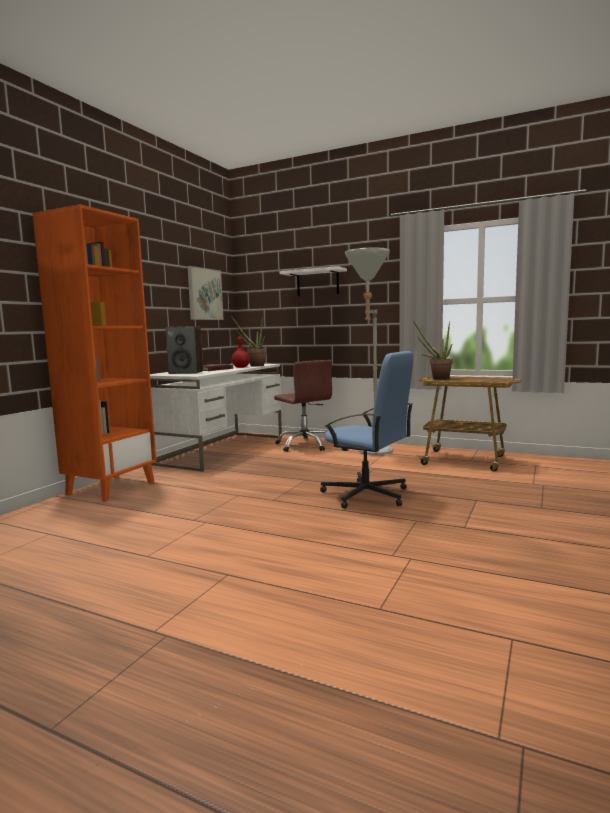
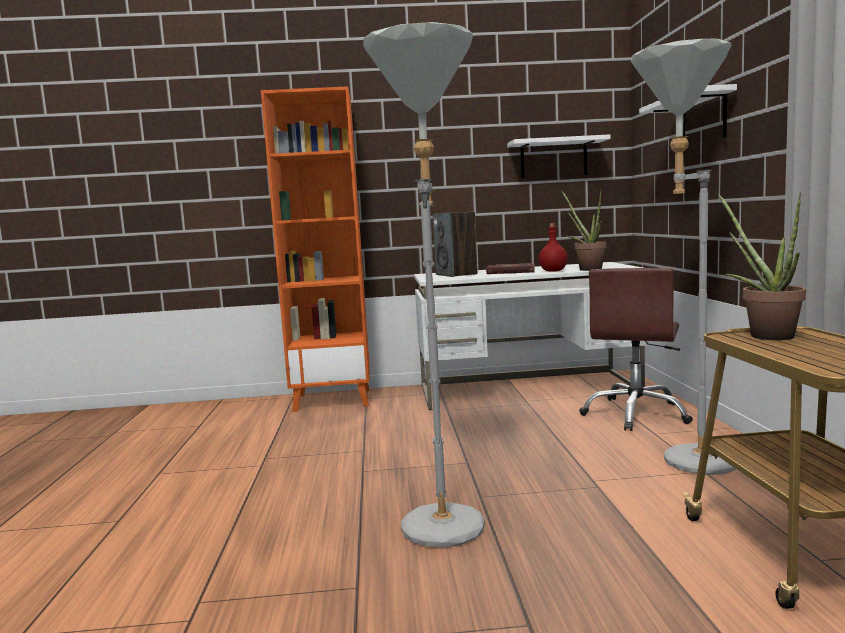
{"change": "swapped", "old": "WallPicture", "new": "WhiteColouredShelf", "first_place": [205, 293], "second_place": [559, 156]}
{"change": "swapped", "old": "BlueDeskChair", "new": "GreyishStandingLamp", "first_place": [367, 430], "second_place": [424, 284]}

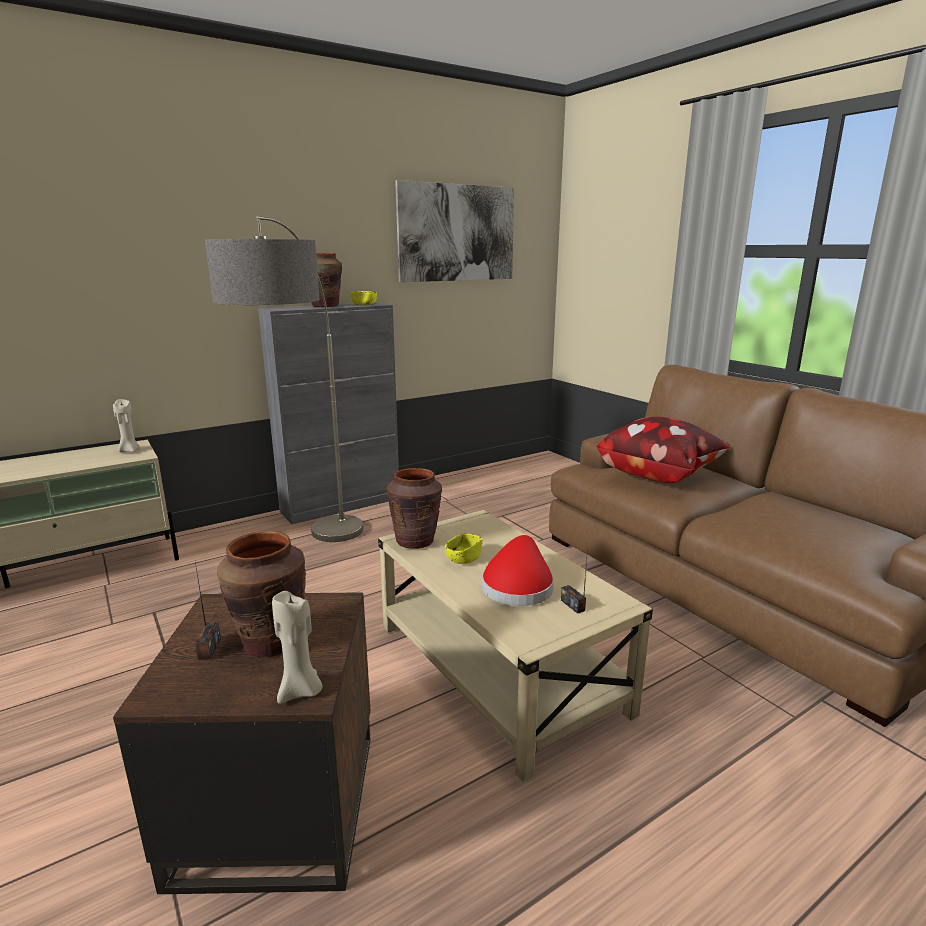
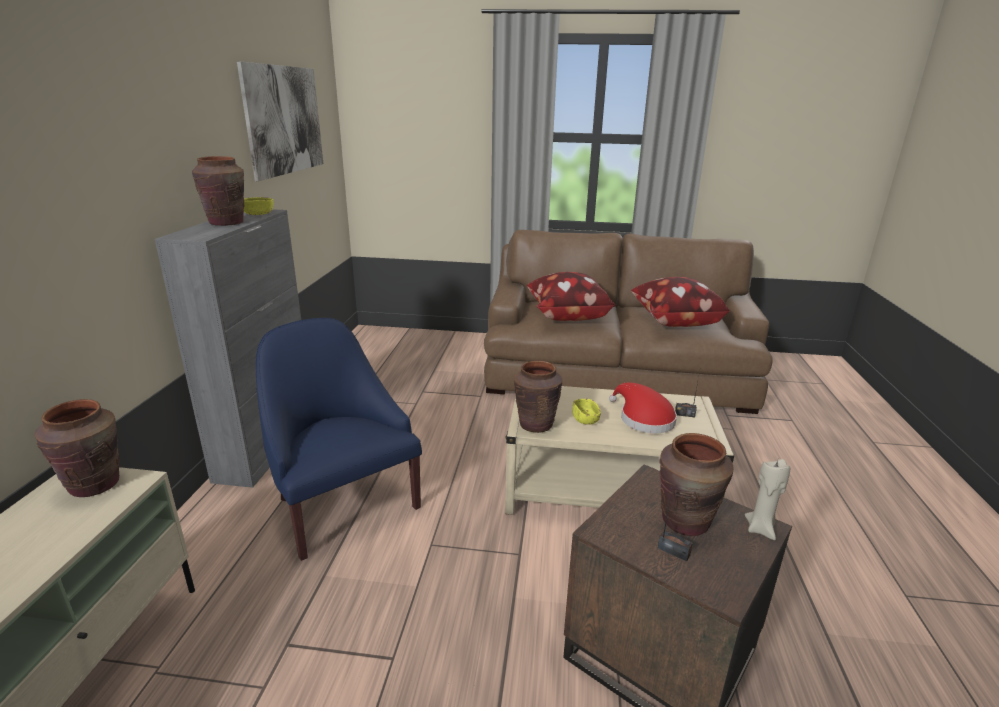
{"change": "swapped", "old": "SandColouredCandle", "new": "BrownishFlowerVase", "first_place": [126, 425], "second_place": [77, 448]}
{"change": "swapped", "old": "StandingLamp", "new": "BlueArmchair", "first_place": [284, 379], "second_place": [338, 439]}
{"change": "new", "new": "Pillow", "second_place": [680, 302]}

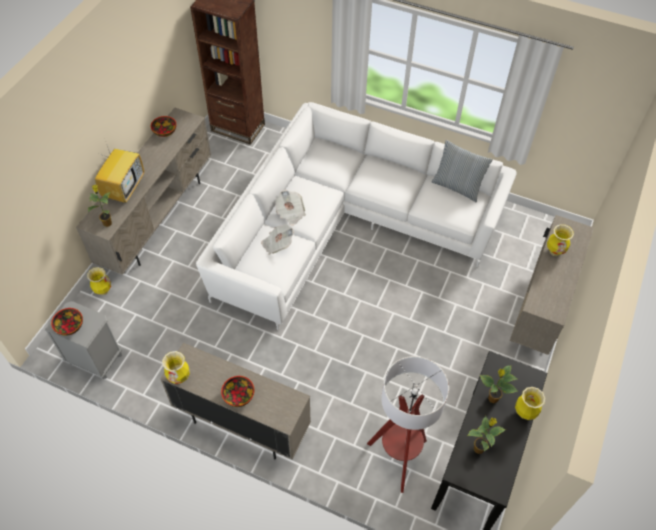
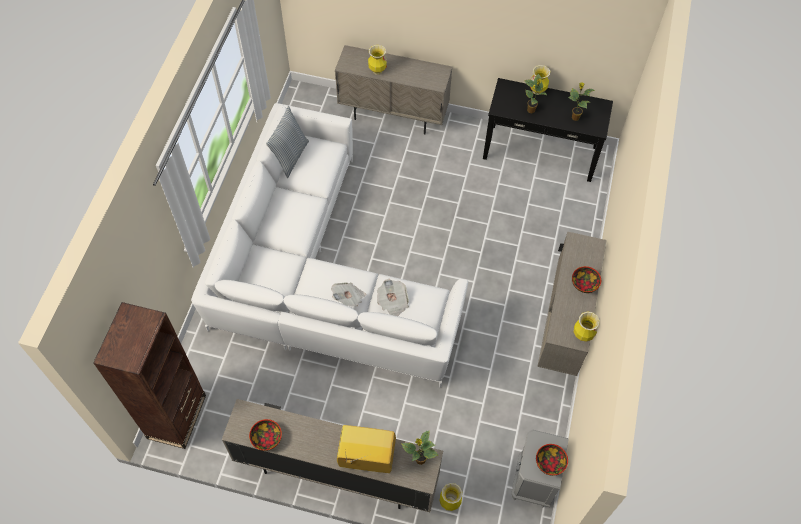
{"change": "gone", "old": "StandingLamp", "first_place": [408, 424]}

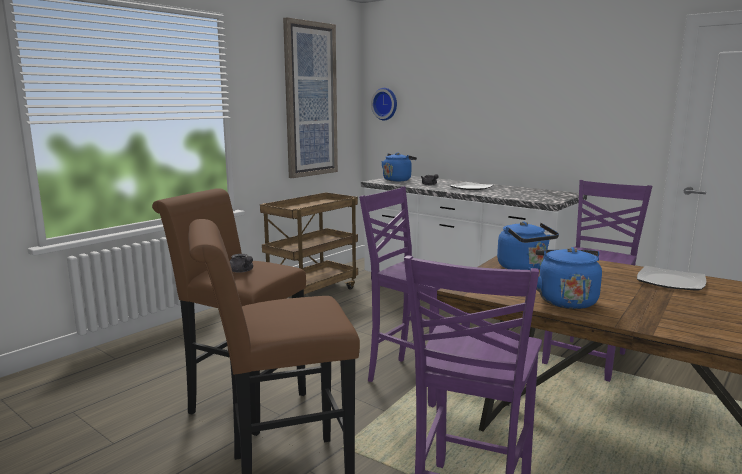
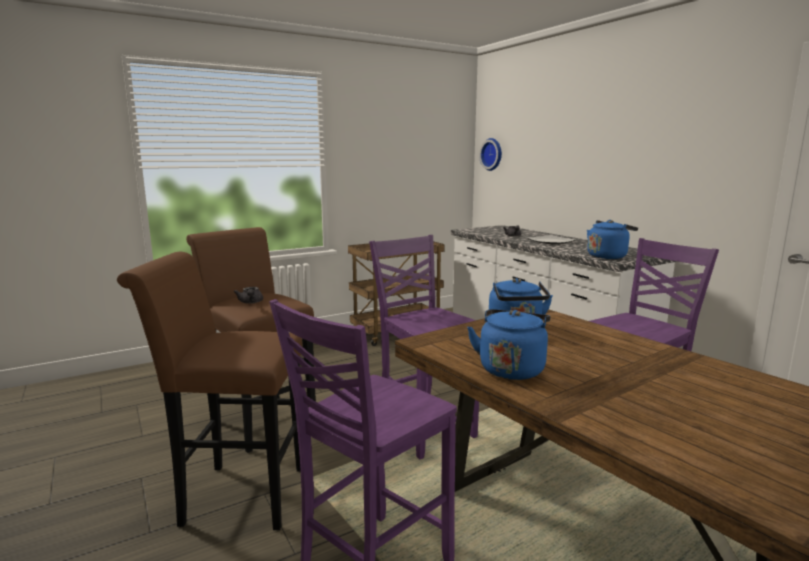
{"change": "gone", "old": "WallPicture", "first_place": [310, 97]}
{"change": "shifted", "old": "BlueTeaKettle", "first_place": [399, 167], "second_place": [612, 239]}
{"change": "gone", "old": "DinnerPlate", "first_place": [671, 278]}

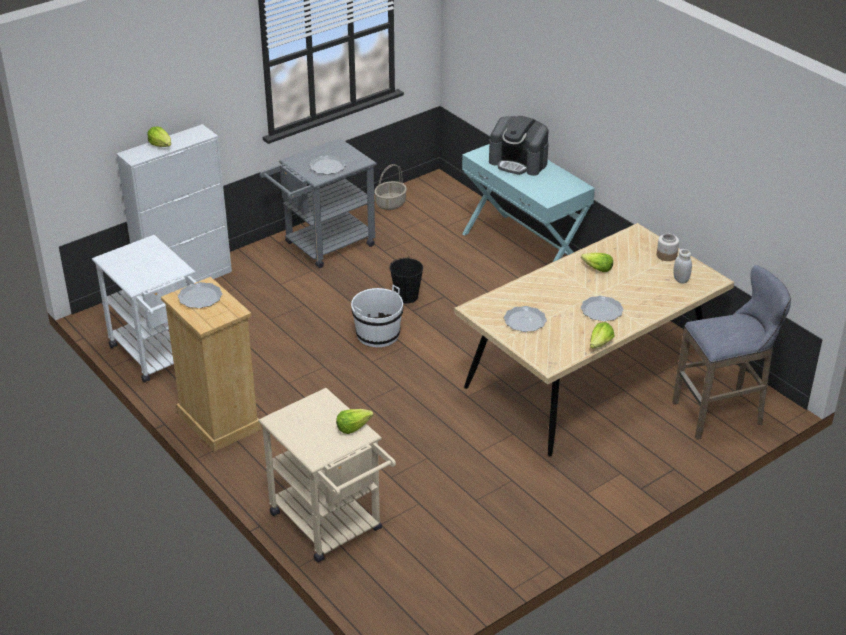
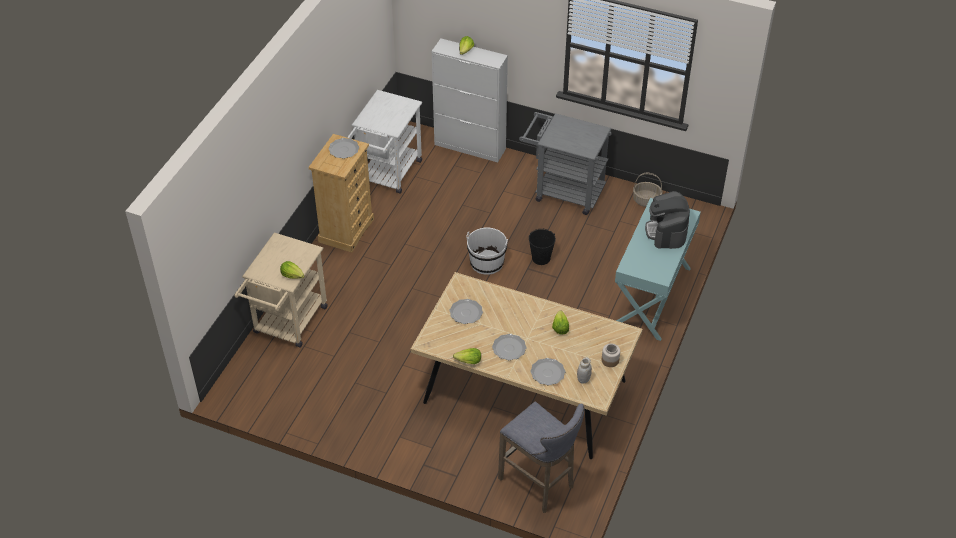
{"change": "shifted", "old": "DinnerPlate", "first_place": [327, 164], "second_place": [547, 371]}

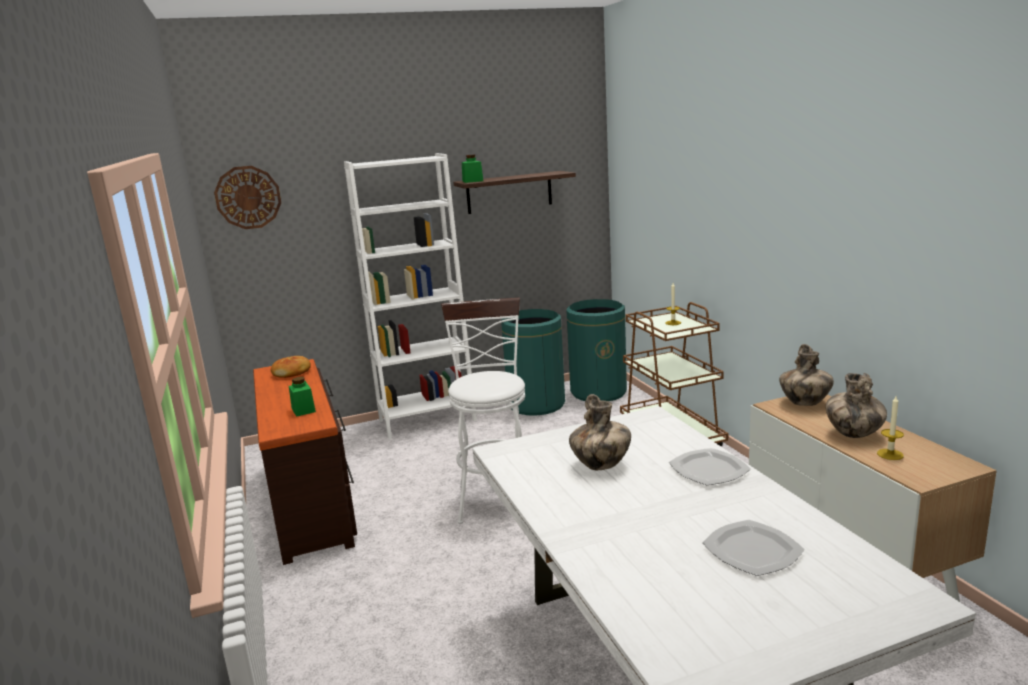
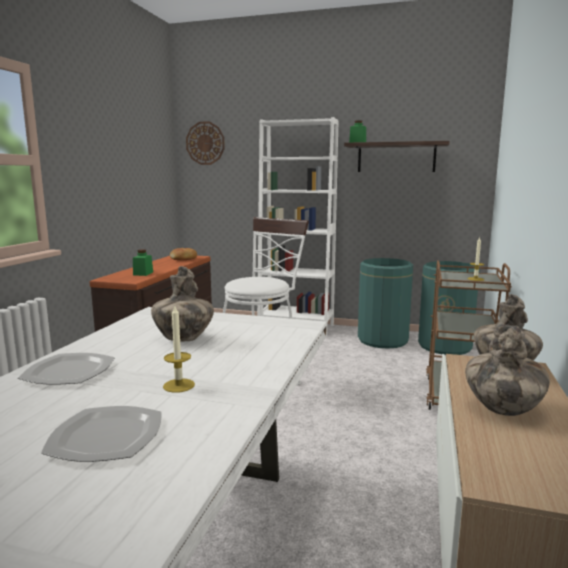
{"change": "shifted", "old": "DinnerPlate", "first_place": [710, 466], "second_place": [66, 369]}
{"change": "shifted", "old": "Candle", "first_place": [890, 428], "second_place": [179, 349]}

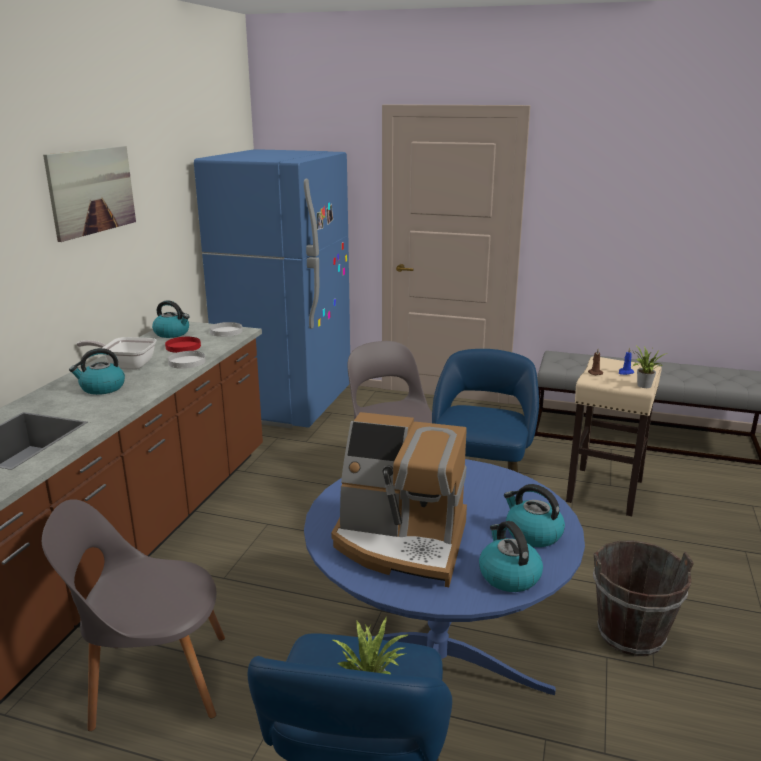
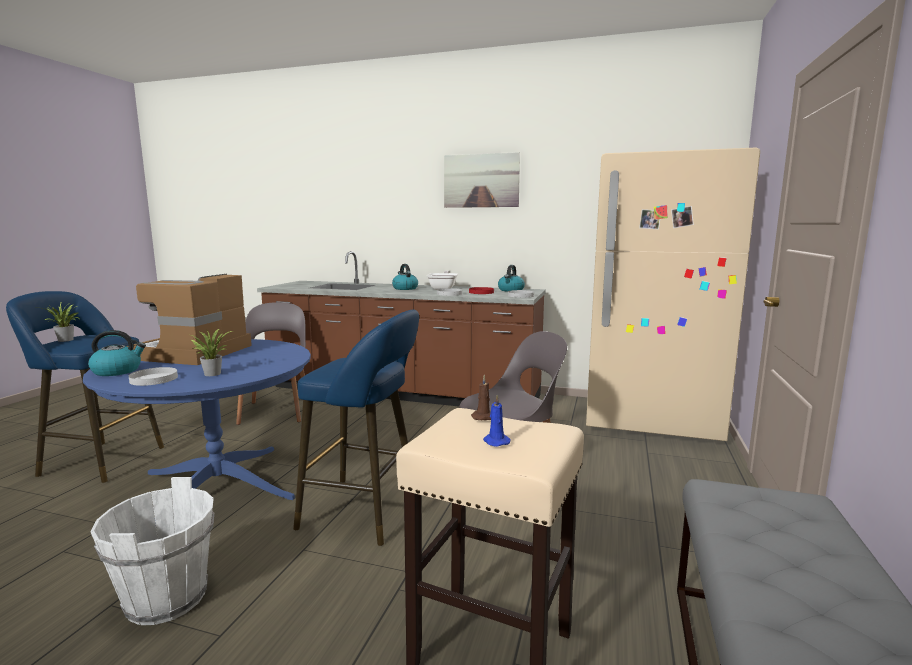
{"change": "repainted", "old": "BlueKitchenFridge", "new": "SandColouredKitchenFridge", "first_place": [272, 288], "second_place": [673, 294]}
{"change": "swapped", "old": "TeaKettle", "new": "WhiteColouredDinnerPlate", "first_place": [534, 515], "second_place": [153, 376]}
{"change": "repainted", "old": "BrownishBucket", "new": "WhiteColouredBucket", "first_place": [643, 598], "second_place": [152, 551]}
{"change": "shifted", "old": "PottedPlant", "first_place": [648, 366], "second_place": [212, 352]}

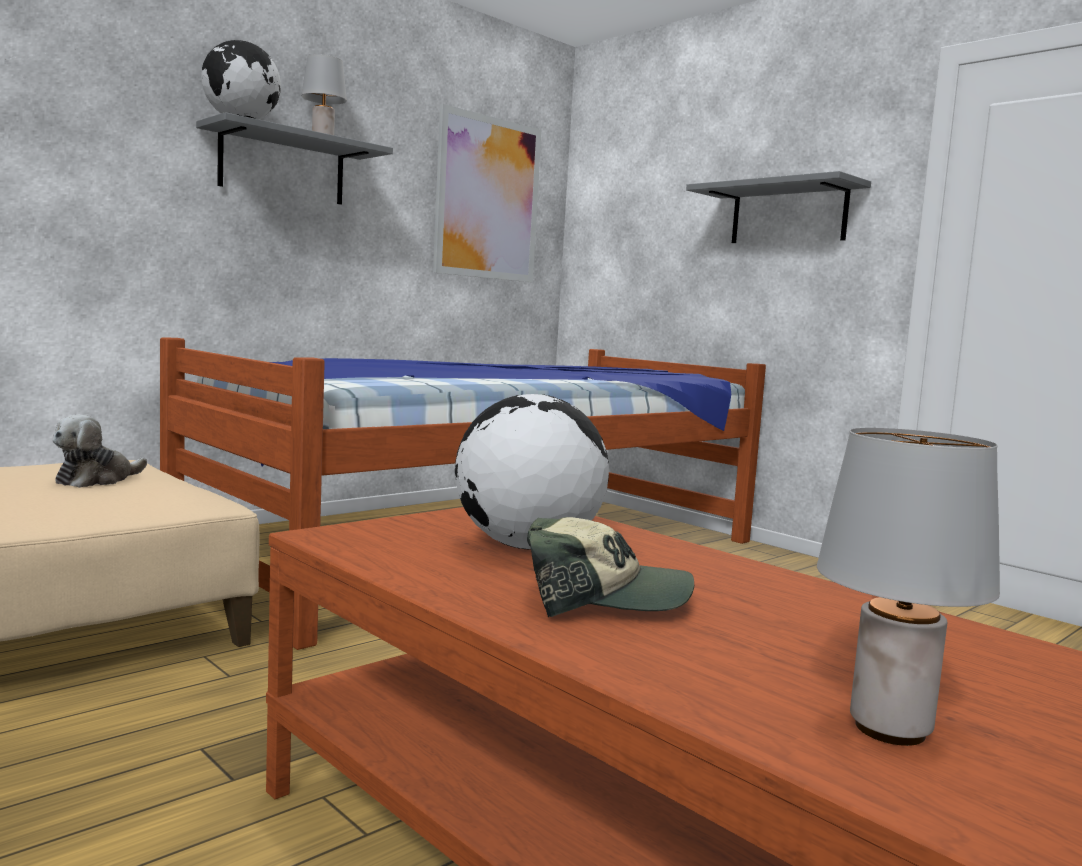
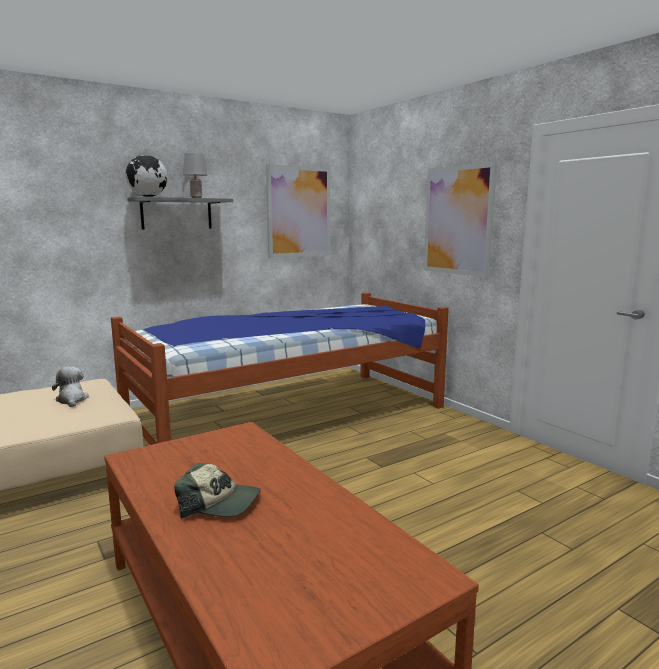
{"change": "rotated", "old": "PlushToy", "first_place": [100, 451], "second_place": [70, 387], "degrees": 120}
{"change": "gone", "old": "WorldGlobe", "first_place": [532, 471]}
{"change": "swapped", "old": "GreyishShelf", "new": "WallPicture", "first_place": [778, 207], "second_place": [460, 220]}
{"change": "gone", "old": "GreyishTabletopLamp", "first_place": [908, 587]}

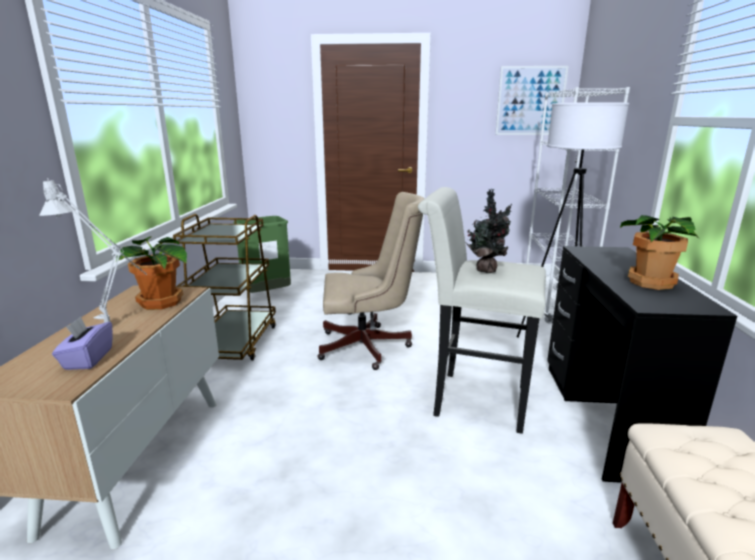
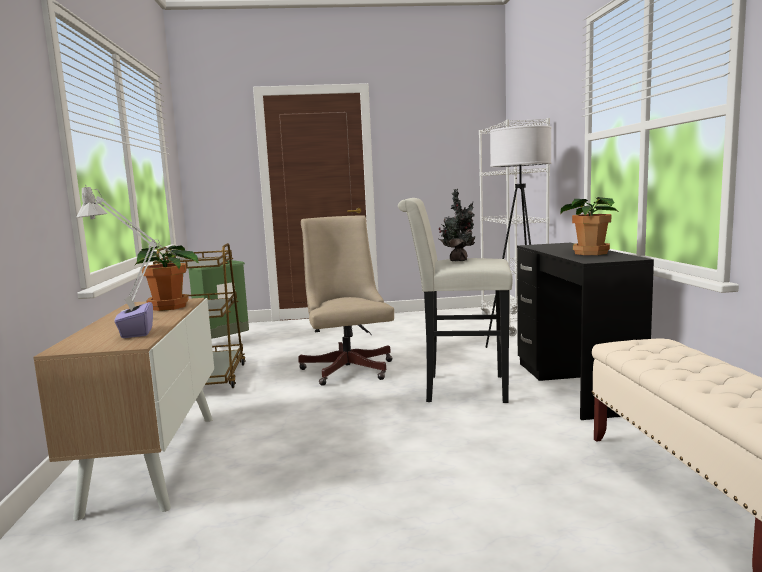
{"change": "rotated", "old": "SandColouredDeskChair", "first_place": [371, 281], "second_place": [346, 300], "degrees": -90}
{"change": "gone", "old": "WallPicture", "first_place": [532, 100]}

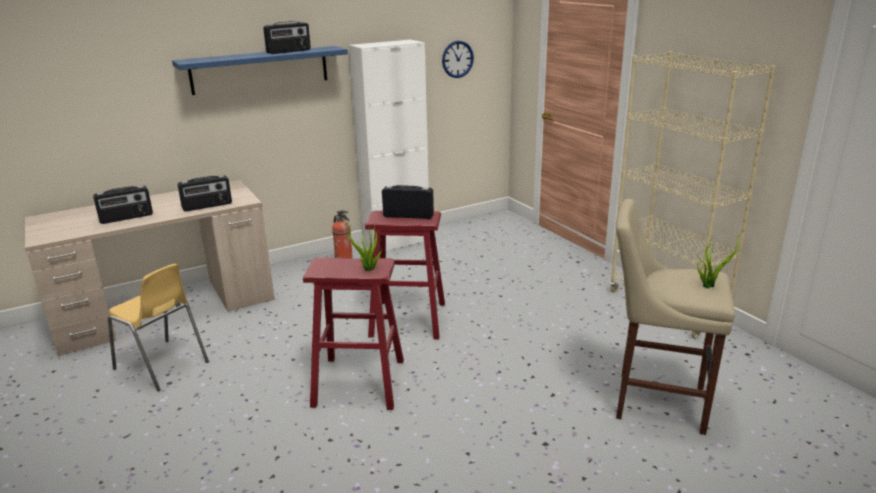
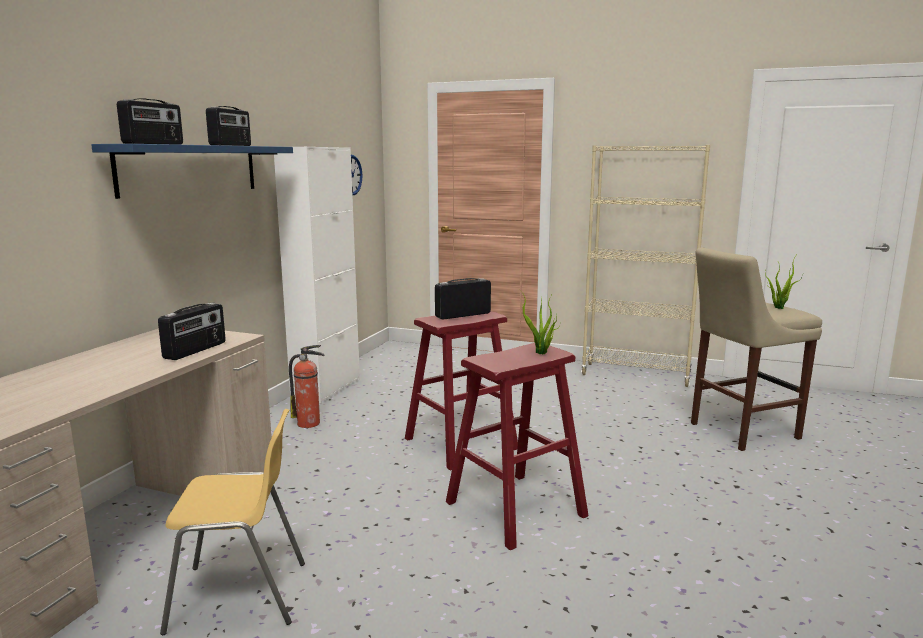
{"change": "shifted", "old": "Radio", "first_place": [123, 205], "second_place": [150, 121]}

